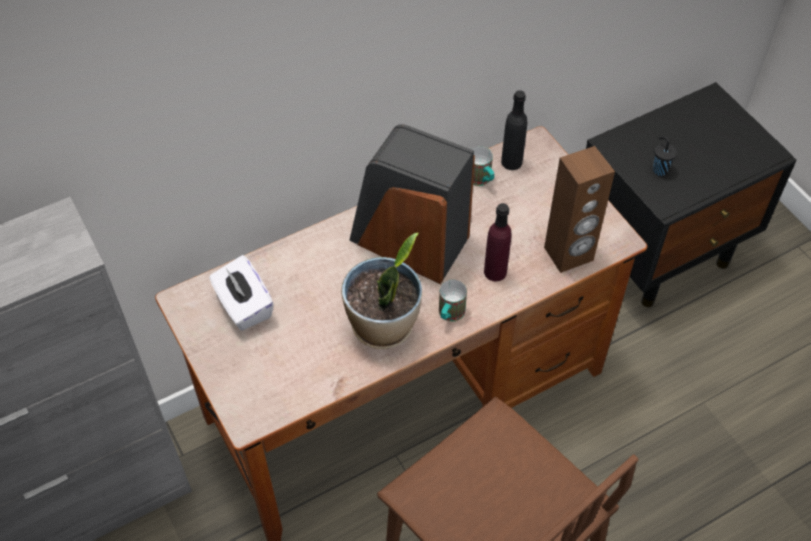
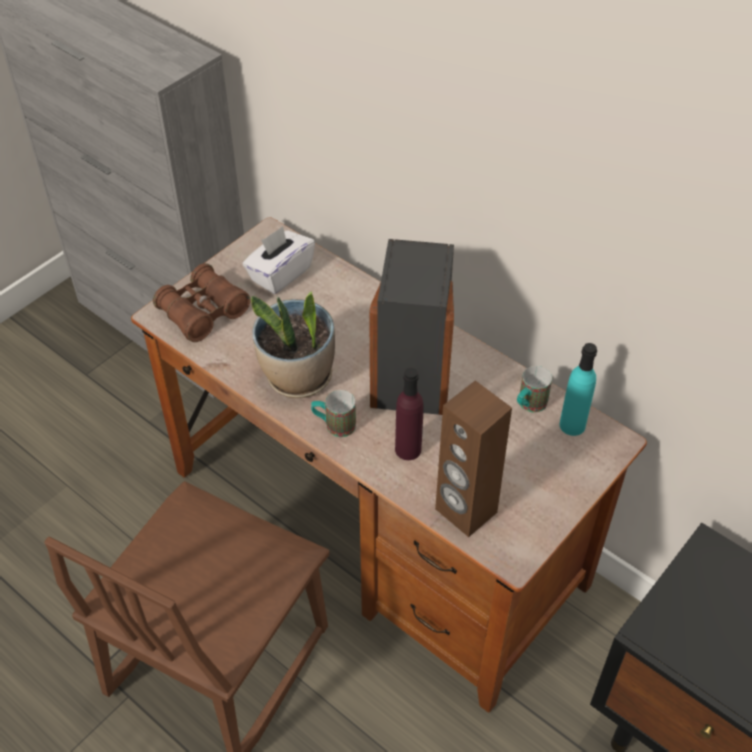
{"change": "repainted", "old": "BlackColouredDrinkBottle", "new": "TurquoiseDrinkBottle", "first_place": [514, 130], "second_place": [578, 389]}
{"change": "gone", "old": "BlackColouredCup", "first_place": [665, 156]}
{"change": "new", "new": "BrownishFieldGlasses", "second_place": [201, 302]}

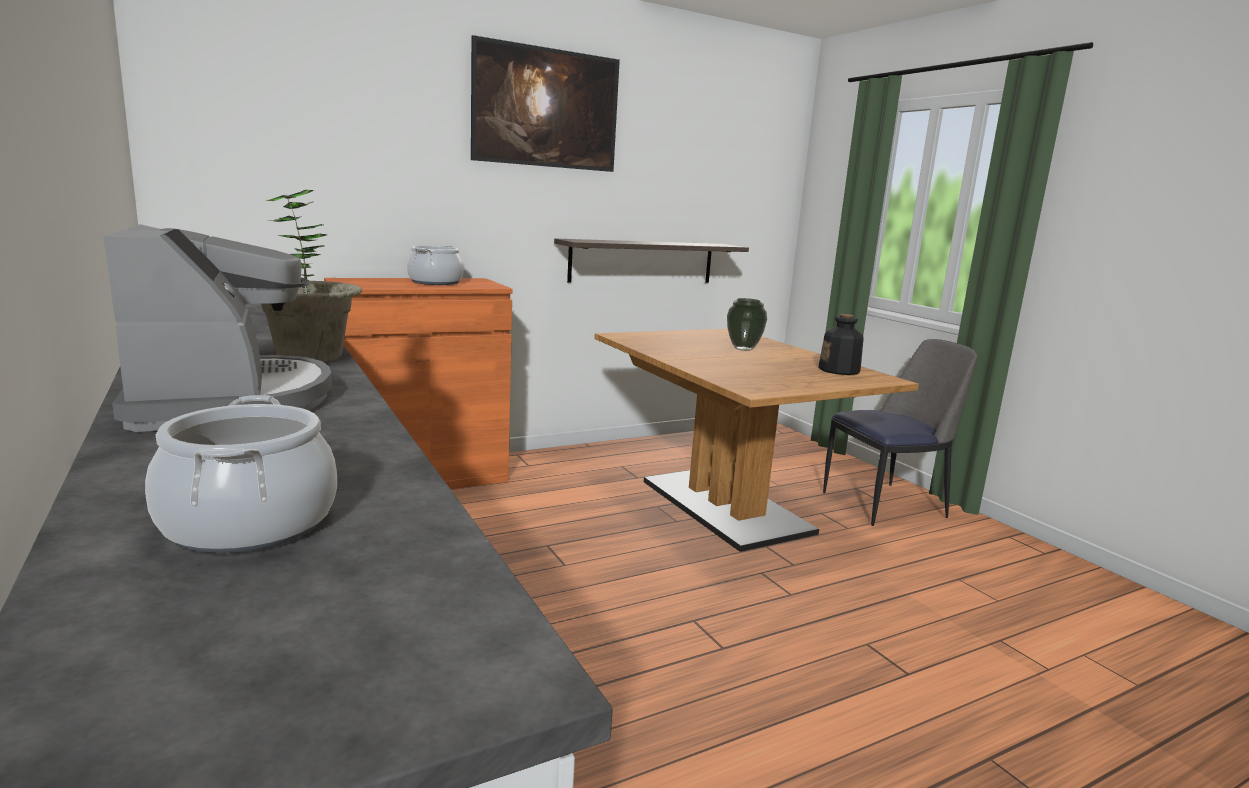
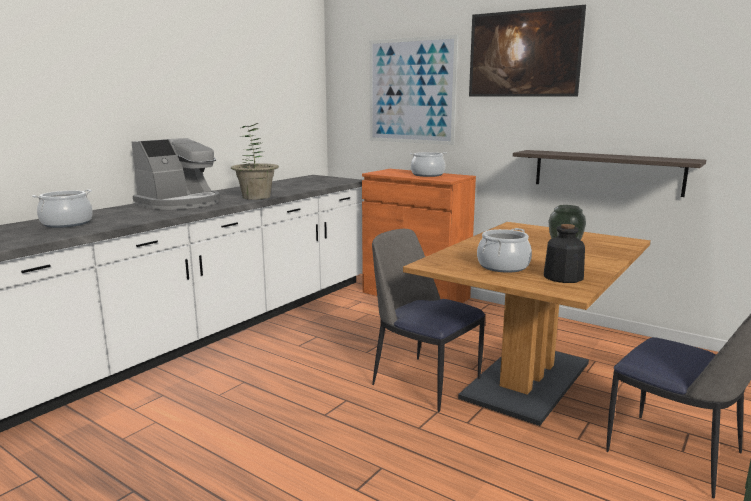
{"change": "new", "new": "WallPicture", "second_place": [414, 90]}
{"change": "new", "new": "UprightChair", "second_place": [428, 320]}
{"change": "new", "new": "Saucepot", "second_place": [504, 250]}

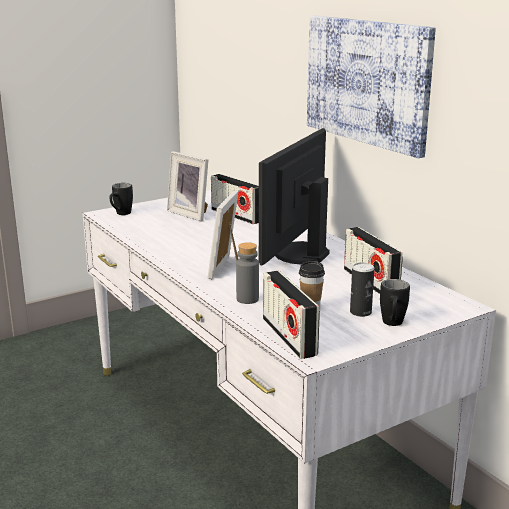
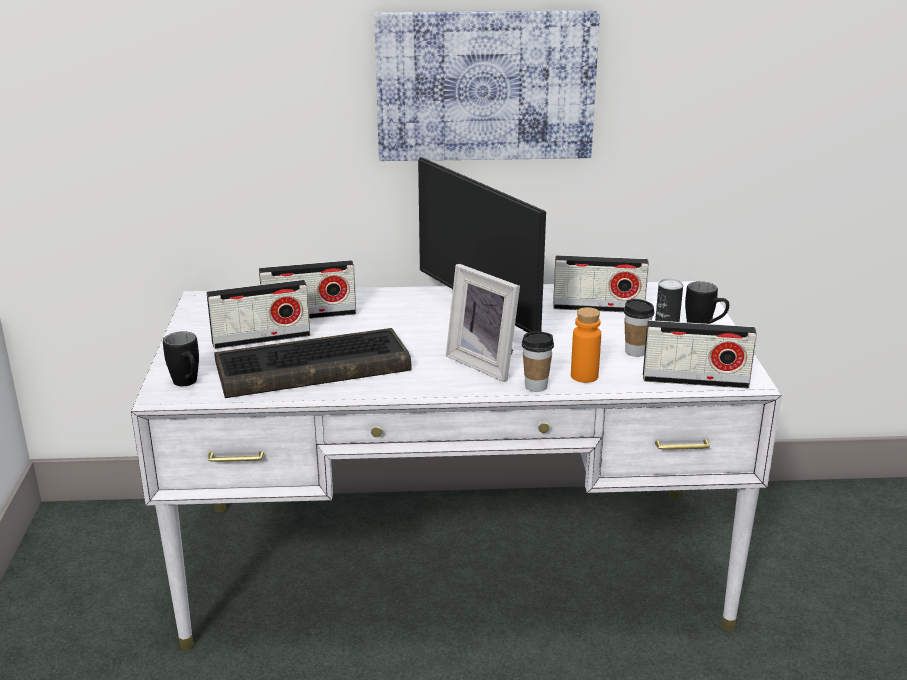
{"change": "swapped", "old": "PhotoFrame", "new": "Radio", "first_place": [187, 186], "second_place": [258, 314]}
{"change": "repainted", "old": "GreyishDrinkBottle", "new": "OrangeDrinkBottle", "first_place": [247, 273], "second_place": [586, 345]}
{"change": "new", "new": "Keyboard", "second_place": [313, 363]}
{"change": "new", "new": "Cup", "second_place": [538, 361]}

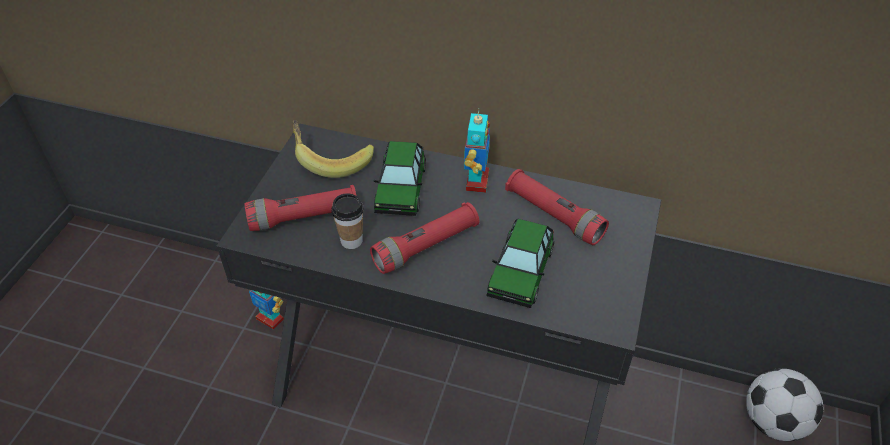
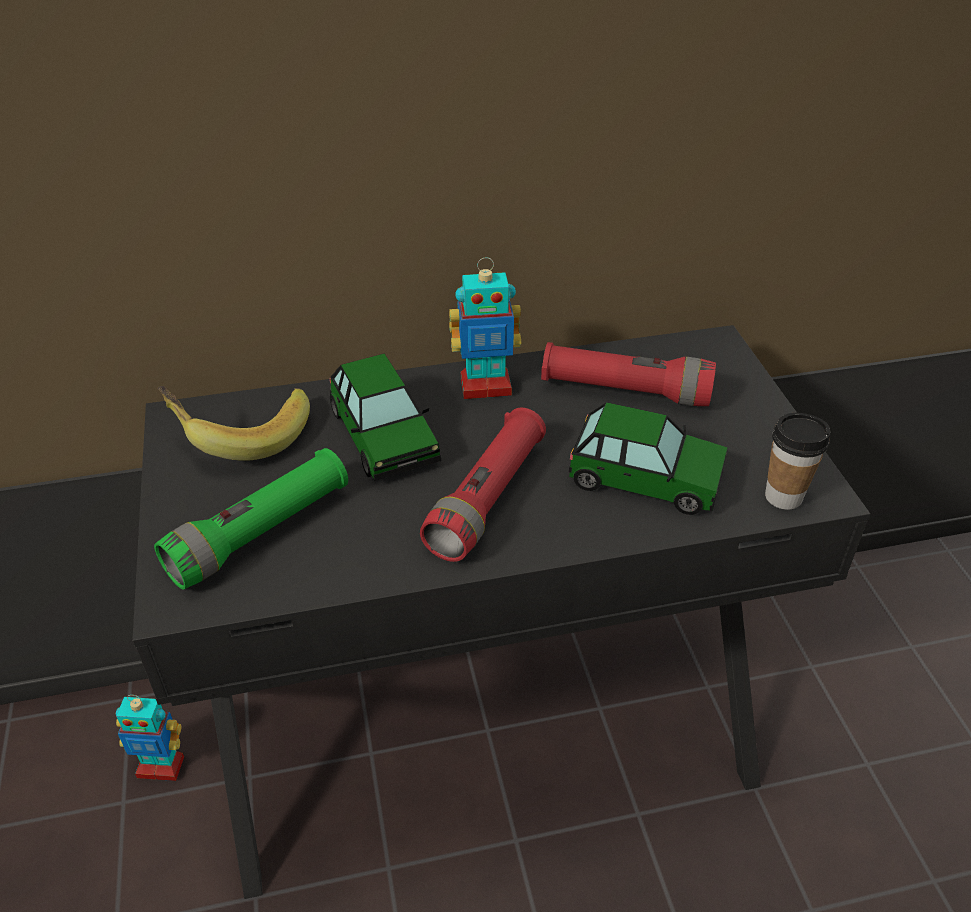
{"change": "repainted", "old": "RedColouredFlashlight", "new": "GreenishFlashlight", "first_place": [300, 208], "second_place": [251, 518]}
{"change": "shifted", "old": "Cup", "first_place": [348, 221], "second_place": [797, 461]}
{"change": "rotated", "old": "ToyRobot", "first_place": [477, 151], "second_place": [485, 328], "degrees": 105}
{"change": "rotated", "old": "MiniatureCar", "first_place": [520, 263], "second_place": [648, 458], "degrees": -60}
{"change": "gone", "old": "BallForFootball", "first_place": [784, 404]}

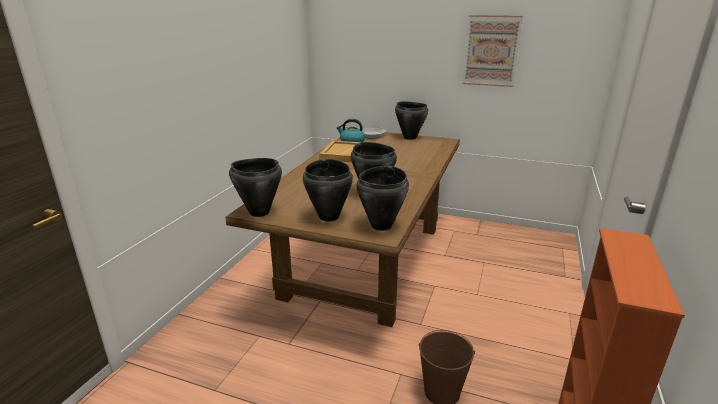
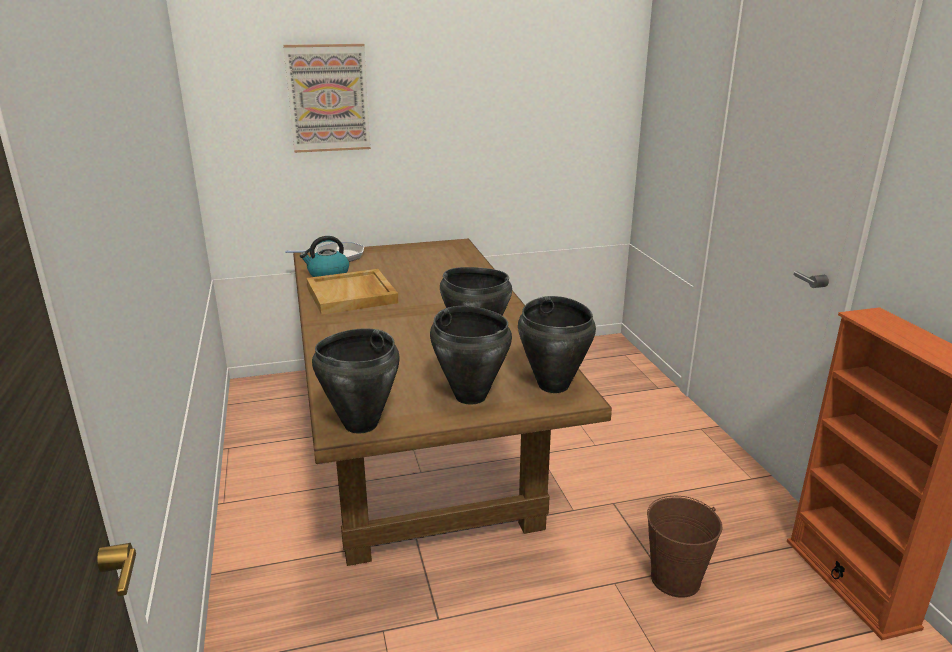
{"change": "gone", "old": "BlackColouredSaucepot", "first_place": [411, 120]}
{"change": "shifted", "old": "WallPicture", "first_place": [492, 51], "second_place": [327, 98]}

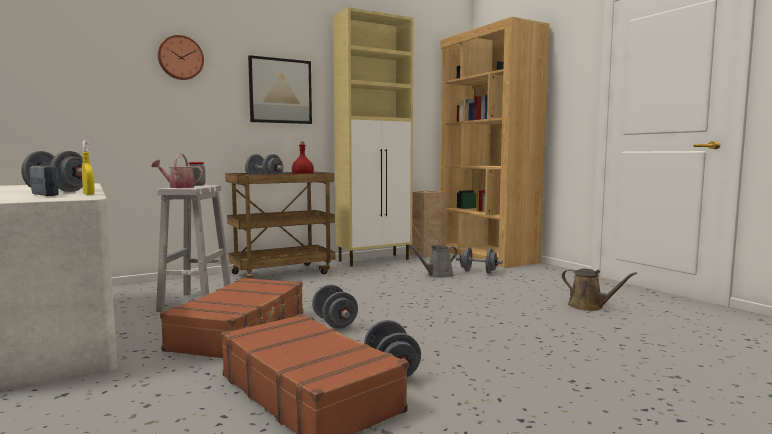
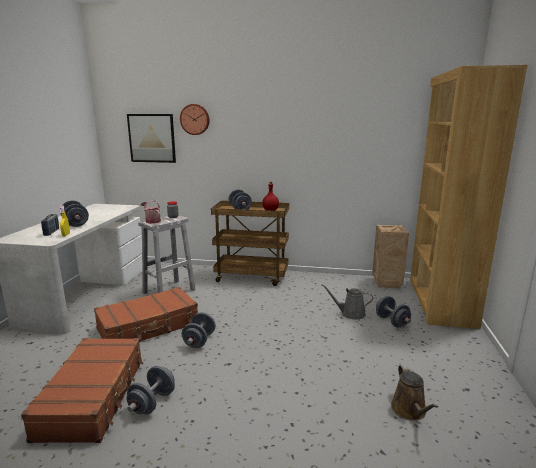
{"change": "shifted", "old": "WallPicture", "first_place": [280, 89], "second_place": [151, 138]}
{"change": "gone", "old": "SandColouredCupboard", "first_place": [373, 137]}

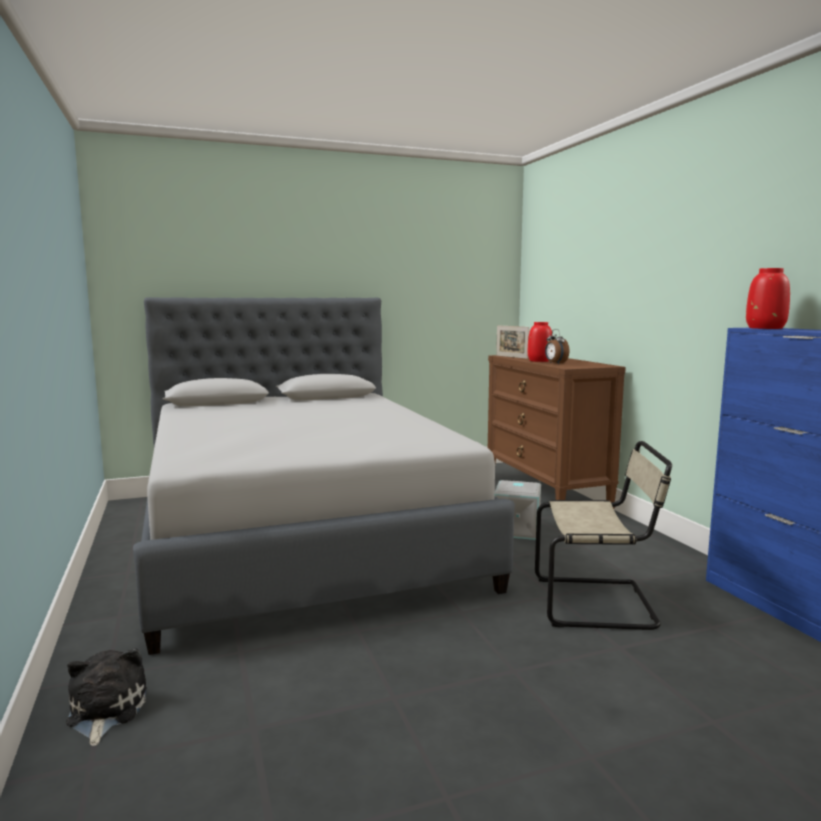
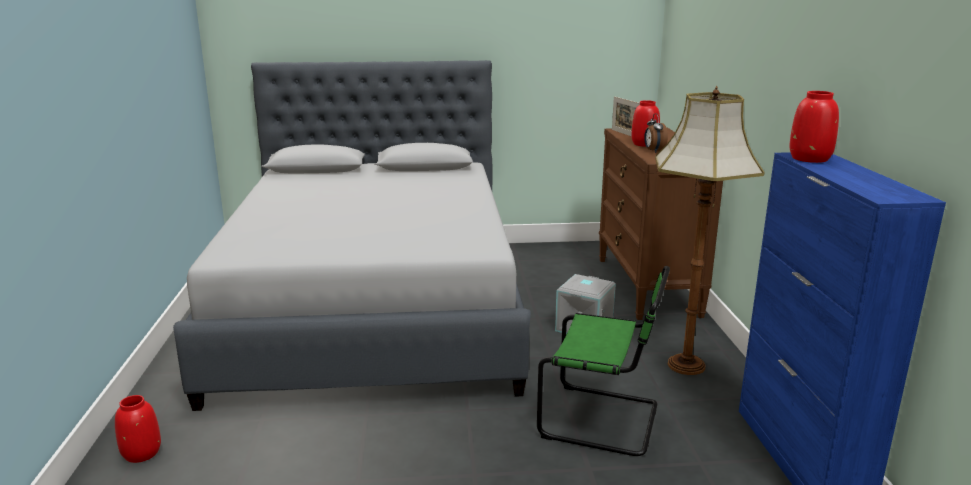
{"change": "swapped", "old": "PlushToy", "new": "RedColouredFlowerVase", "first_place": [106, 697], "second_place": [138, 429]}
{"change": "repainted", "old": "SandColouredUprightChair", "new": "GreenishUprightChair", "first_place": [603, 535], "second_place": [603, 361]}
{"change": "new", "new": "StandingLamp", "second_place": [710, 230]}

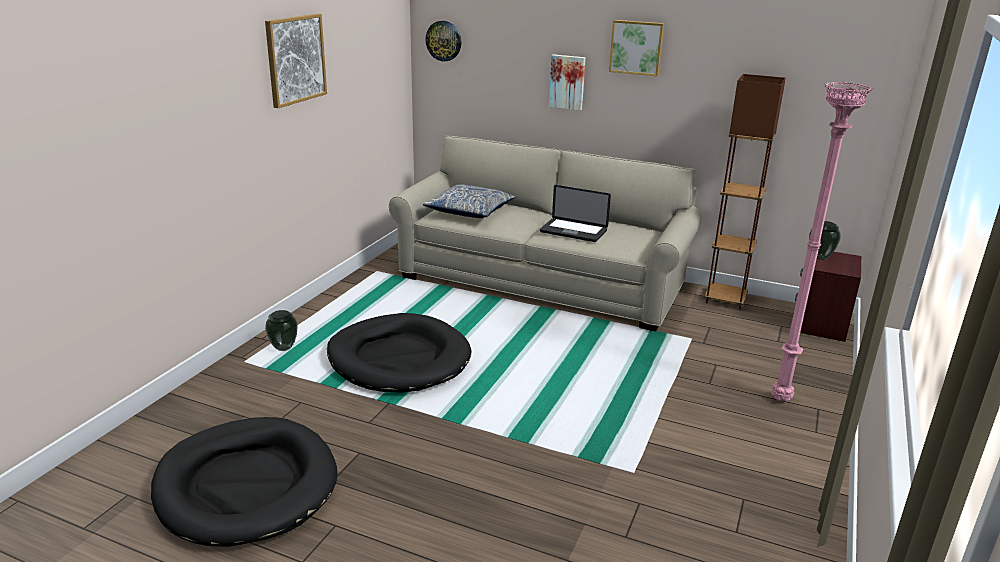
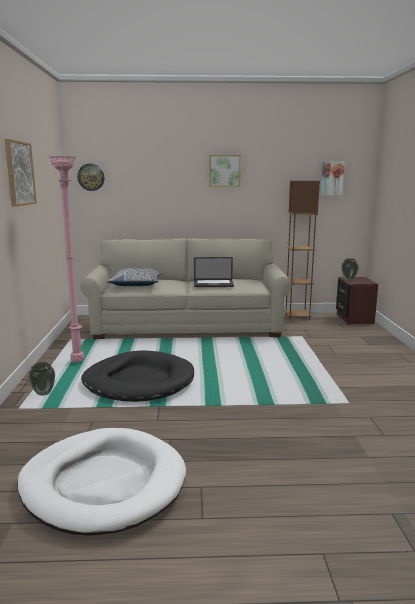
{"change": "repainted", "old": "BlackColouredDogBed", "new": "WhiteColouredDogBed", "first_place": [244, 482], "second_place": [101, 482]}
{"change": "shifted", "old": "WallPicture", "first_place": [567, 82], "second_place": [332, 178]}
{"change": "shifted", "old": "PinkStandingLamp", "first_place": [822, 241], "second_place": [67, 259]}

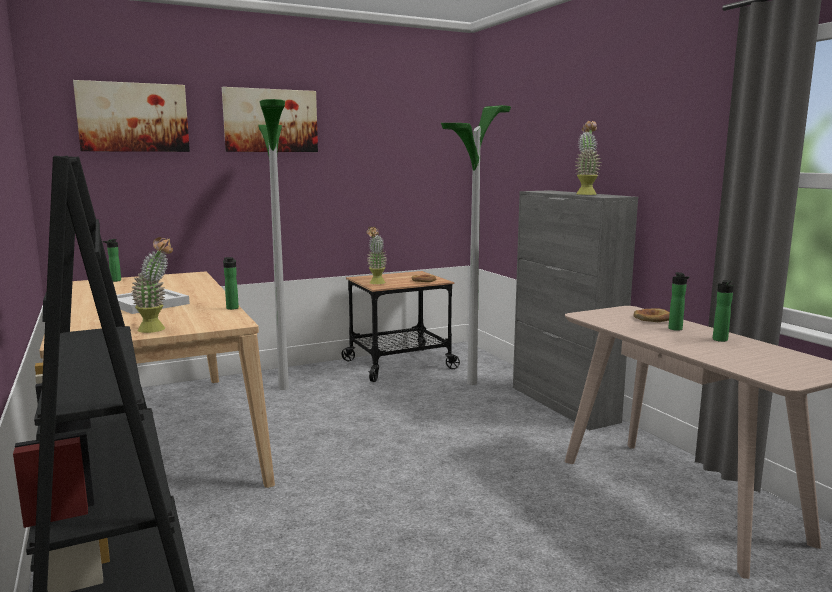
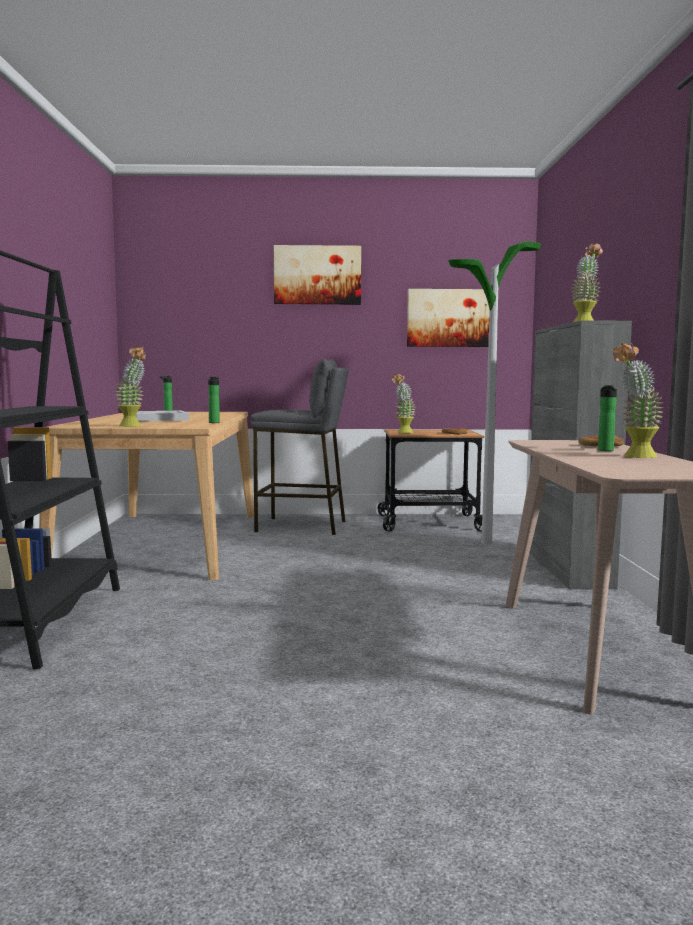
{"change": "shifted", "old": "WallPicture", "first_place": [131, 116], "second_place": [448, 318]}
{"change": "swapped", "old": "StandingLamp", "new": "GreyishStoolSeat", "first_place": [273, 244], "second_place": [300, 447]}
{"change": "swapped", "old": "DrinkBottle", "new": "PottedPlant", "first_place": [723, 311], "second_place": [638, 400]}

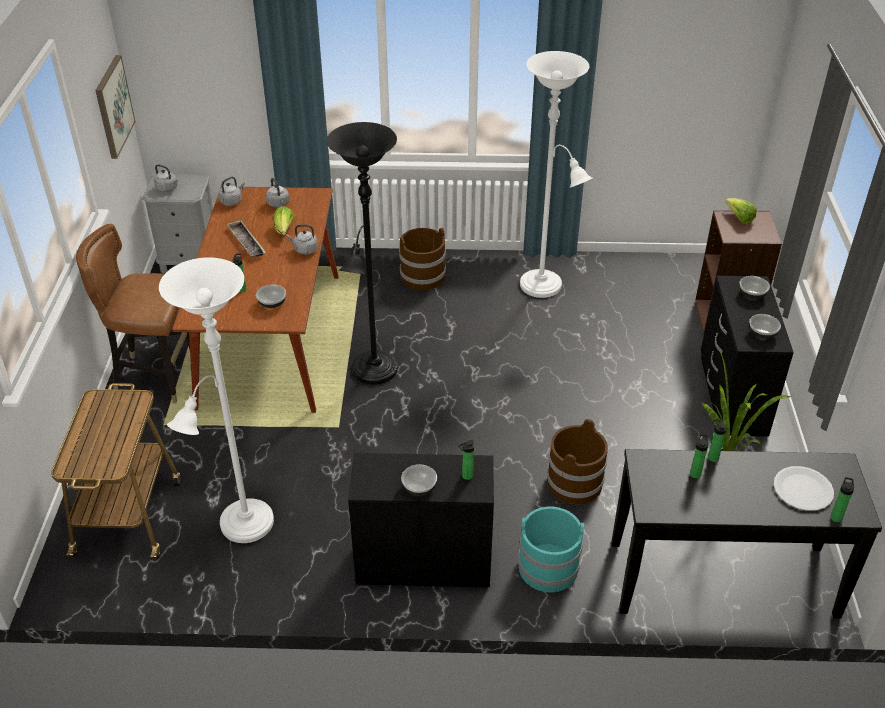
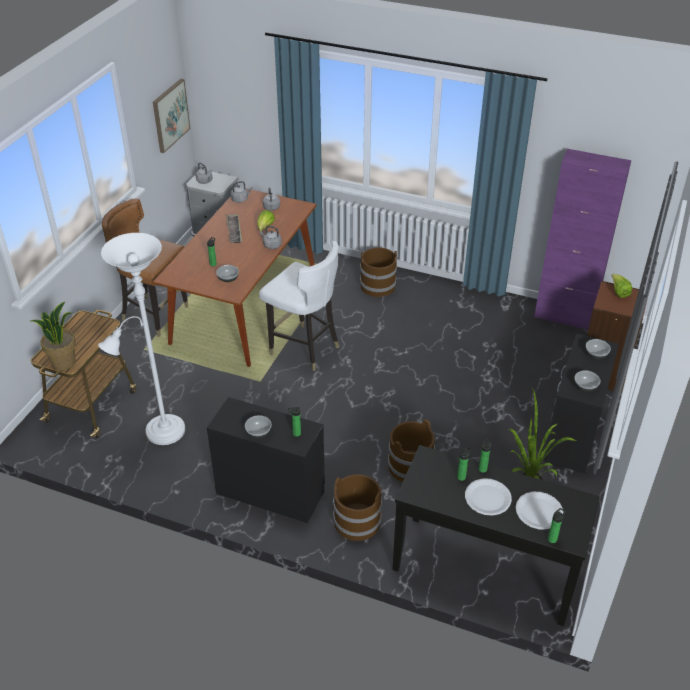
{"change": "swapped", "old": "BlackColouredStandingLamp", "new": "WhiteColouredUprightChair", "first_place": [362, 253], "second_place": [299, 306]}
{"change": "repainted", "old": "TurquoiseBucket", "new": "BrownishBucket", "first_place": [551, 549], "second_place": [357, 507]}
{"change": "gone", "old": "WhiteColouredStandingLamp", "first_place": [556, 174]}
{"change": "new", "new": "PottedPlant", "second_place": [53, 336]}
{"change": "new", "new": "WhiteColouredDinnerPlate", "second_place": [488, 497]}
{"change": "new", "new": "PurpleCupboard", "second_place": [582, 239]}

